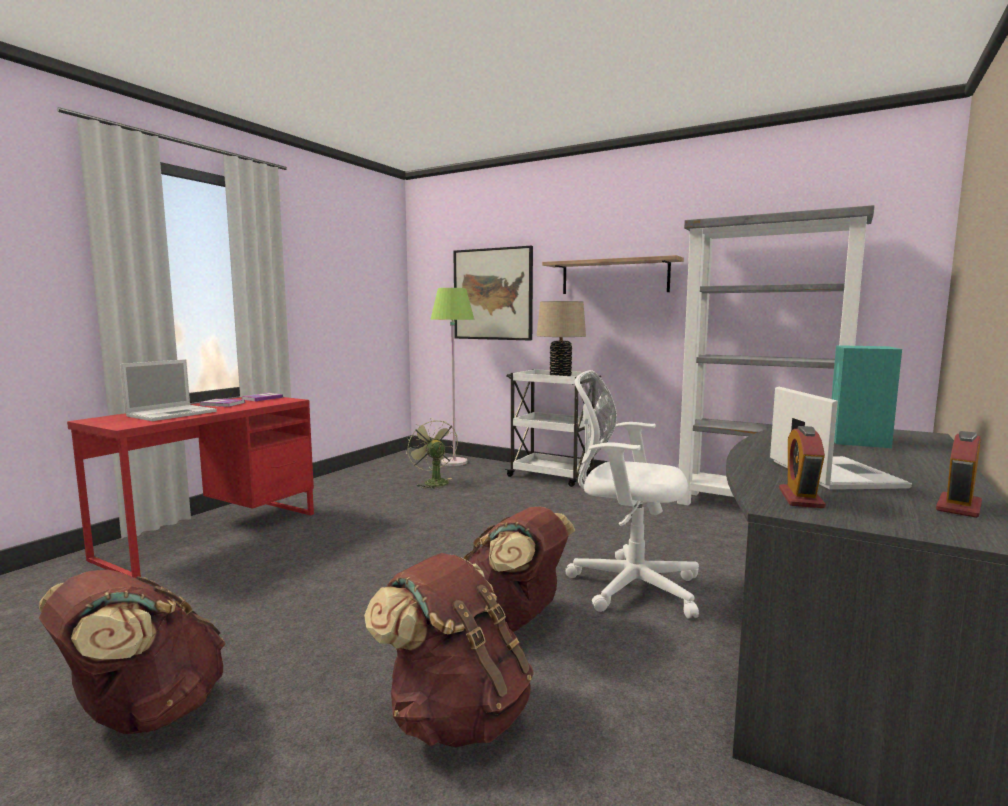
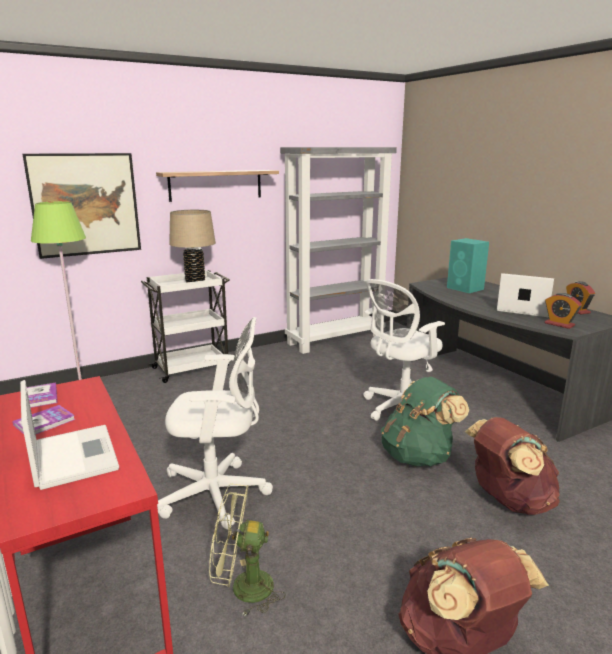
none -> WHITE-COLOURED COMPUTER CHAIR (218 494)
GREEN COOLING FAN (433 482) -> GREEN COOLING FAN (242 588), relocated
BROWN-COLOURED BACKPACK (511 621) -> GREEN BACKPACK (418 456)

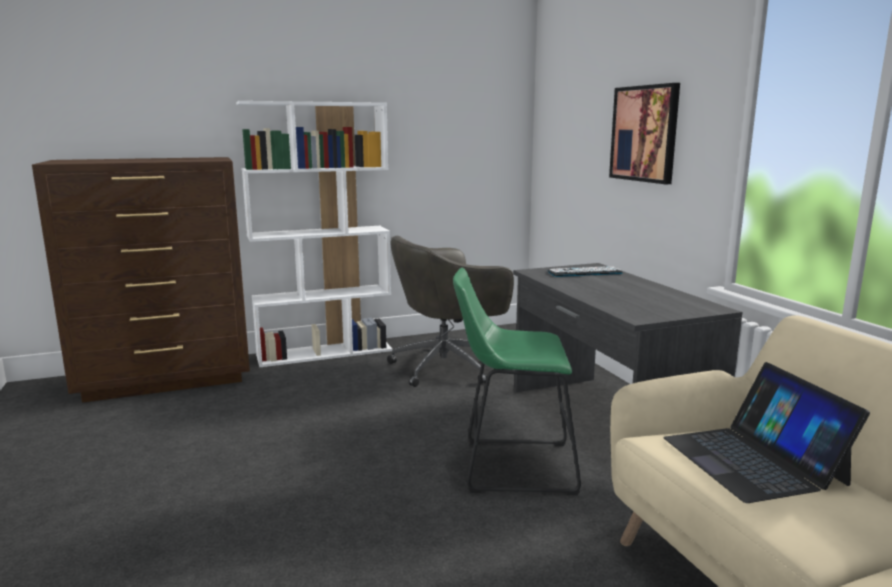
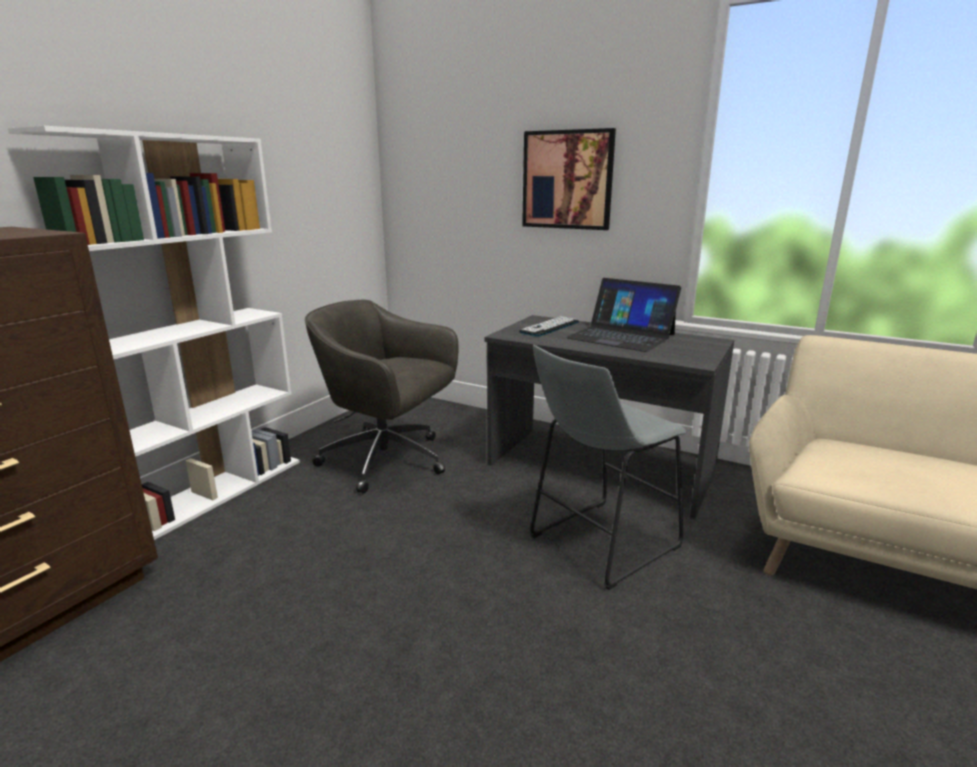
NOTEBOOK COMPUTER (753 460) -> NOTEBOOK COMPUTER (621 336), relocated
GREEN SITTING STOOL (511 466) -> GREY SITTING STOOL (598 544)
GREY COMPUTER CHAIR (447 366) -> GREY COMPUTER CHAIR (388 461), 90 degrees clockwise

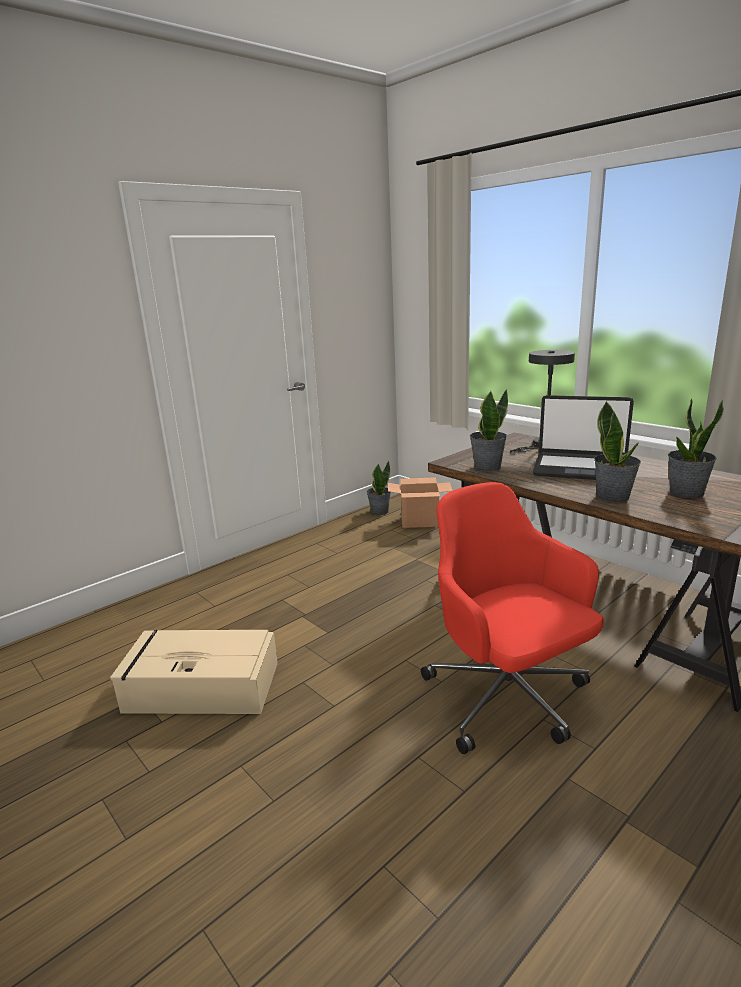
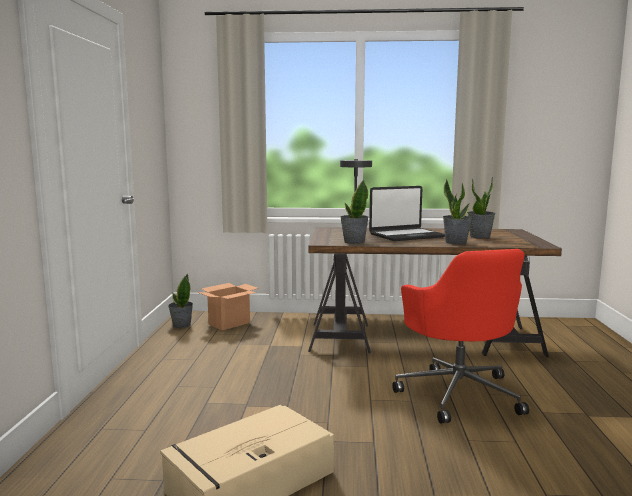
RED COMPUTER CHAIR (507 699) -> RED COMPUTER CHAIR (458 393), 120 degrees counterclockwise

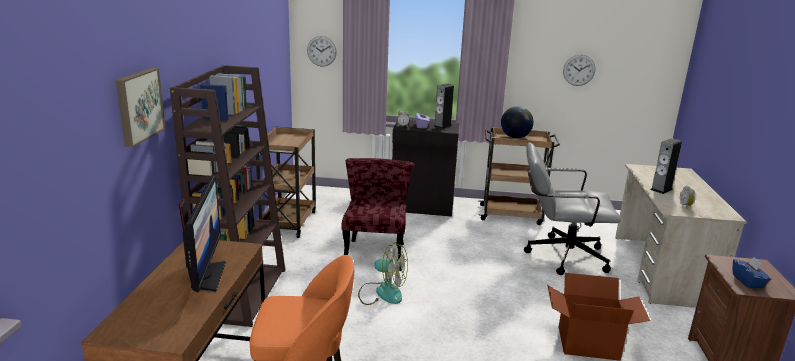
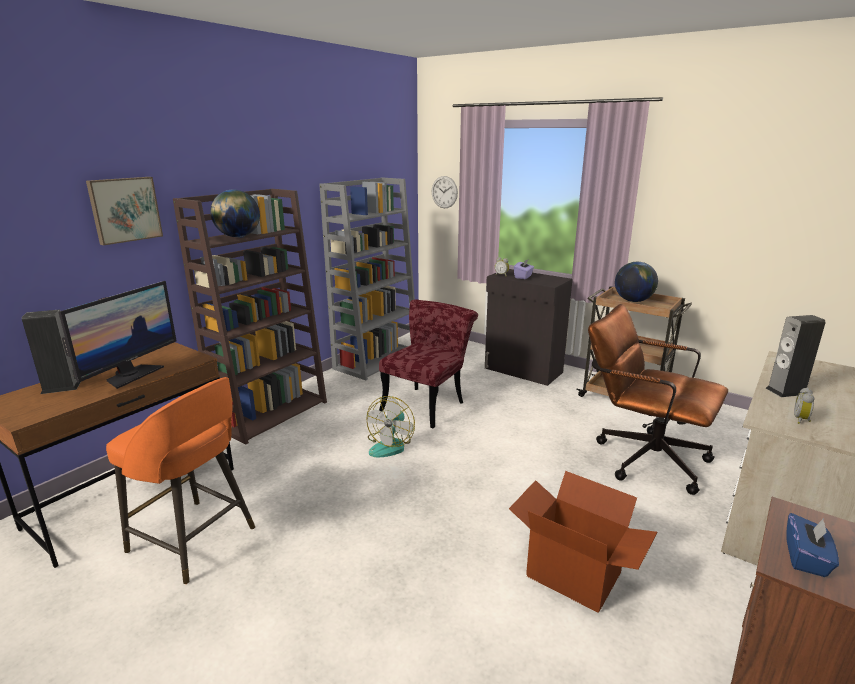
WALL CLOCK (579 70) -> none
none -> WORLD GLOBE (238 237)
SPEAKER (442 126) -> SPEAKER (61 387), relocated
BROWN-COLOURED WHEELED CART (288 222) -> GREY BOOKCASE (377 360)
GREY COMPUTER CHAIR (559 255) -> BROWN-COLOURED COMPUTER CHAIR (642 457)
COOLING FAN (382 293) -> COOLING FAN (390 445), 60 degrees clockwise

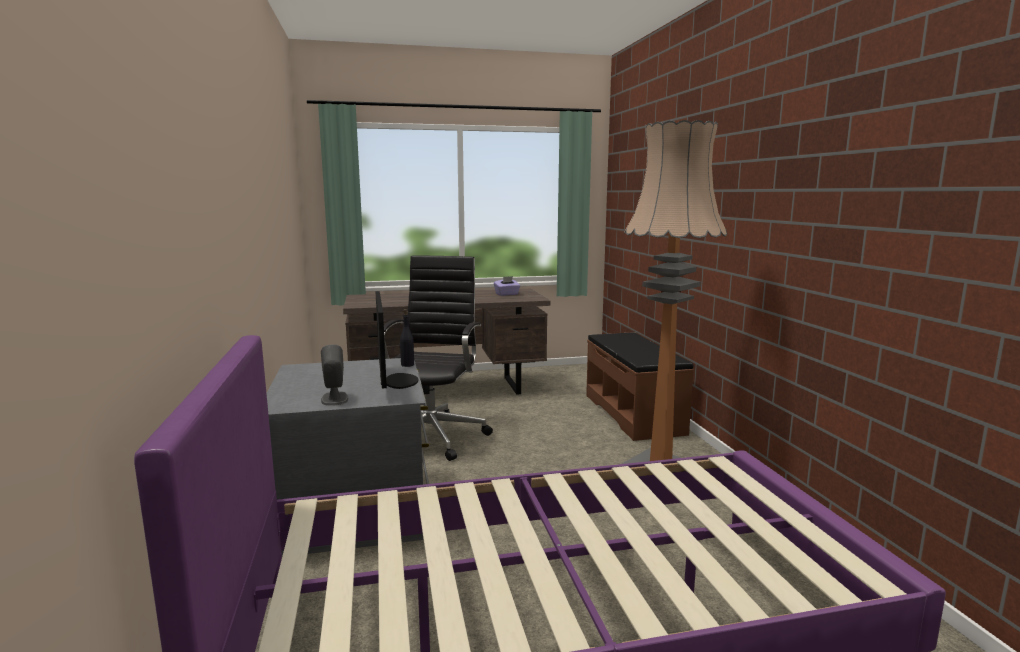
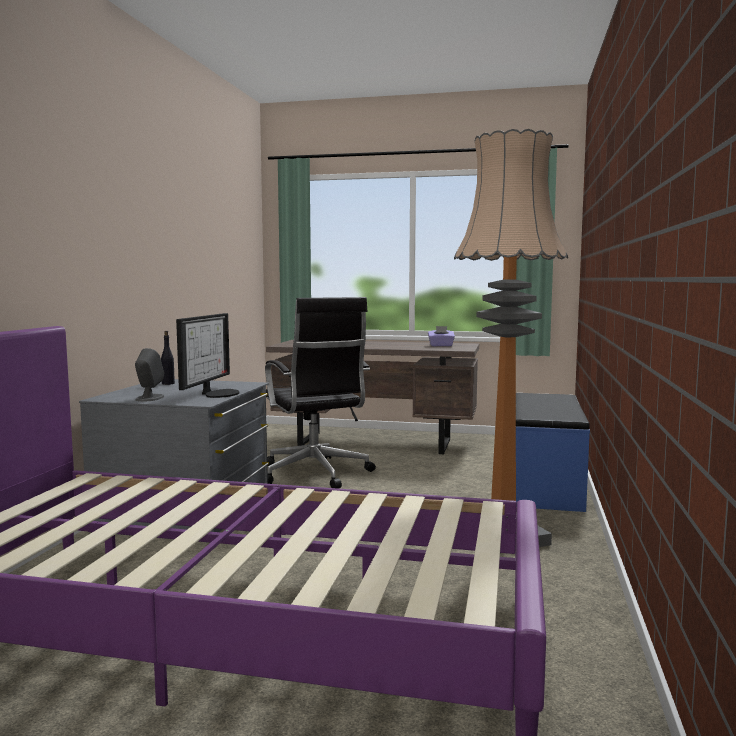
BLACKISH BEVERAGE BOTTLE (407 365) -> BLACKISH BEVERAGE BOTTLE (168 383), relocated
BROWN-COLOURED LONG SEAT (634 414) -> BLUE-COLOURED LONG SEAT (546 485)
BLACKISH COMPUTER CHAIR (433 435) -> BLACKISH COMPUTER CHAIR (315 474), 120 degrees clockwise

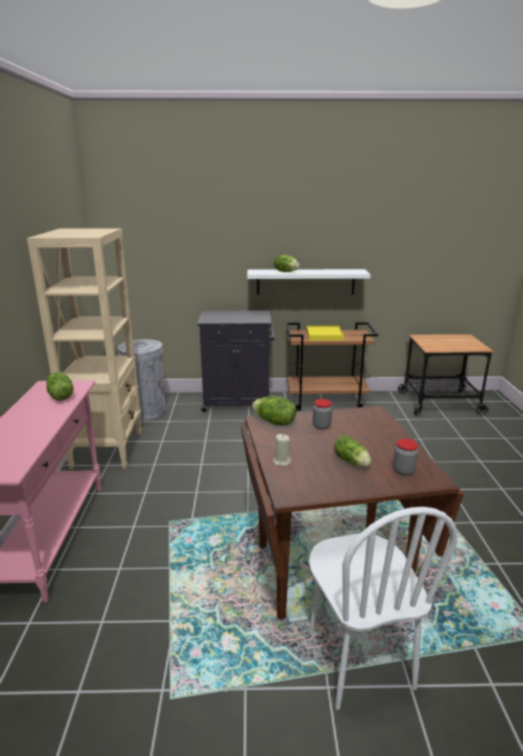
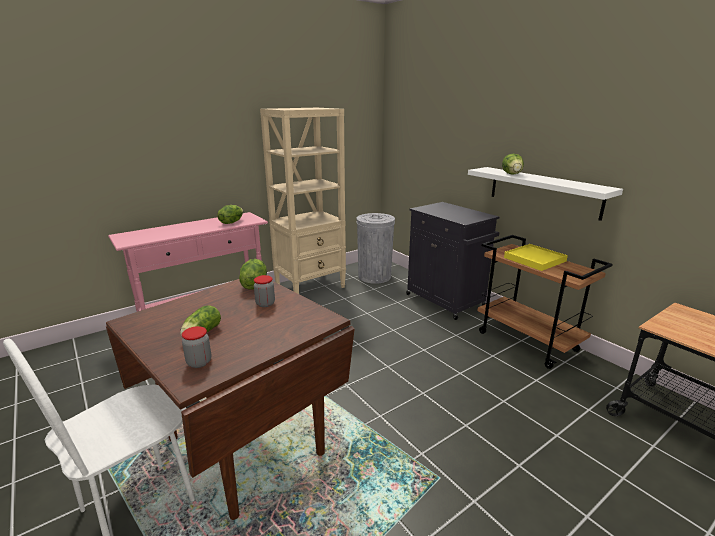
SAND-COLOURED WAX CANDLE (282 461) -> none

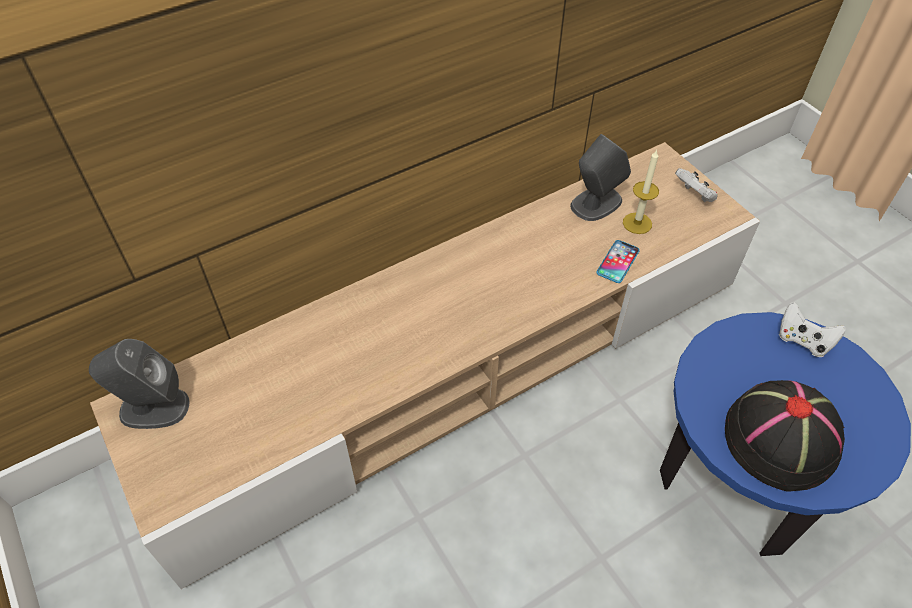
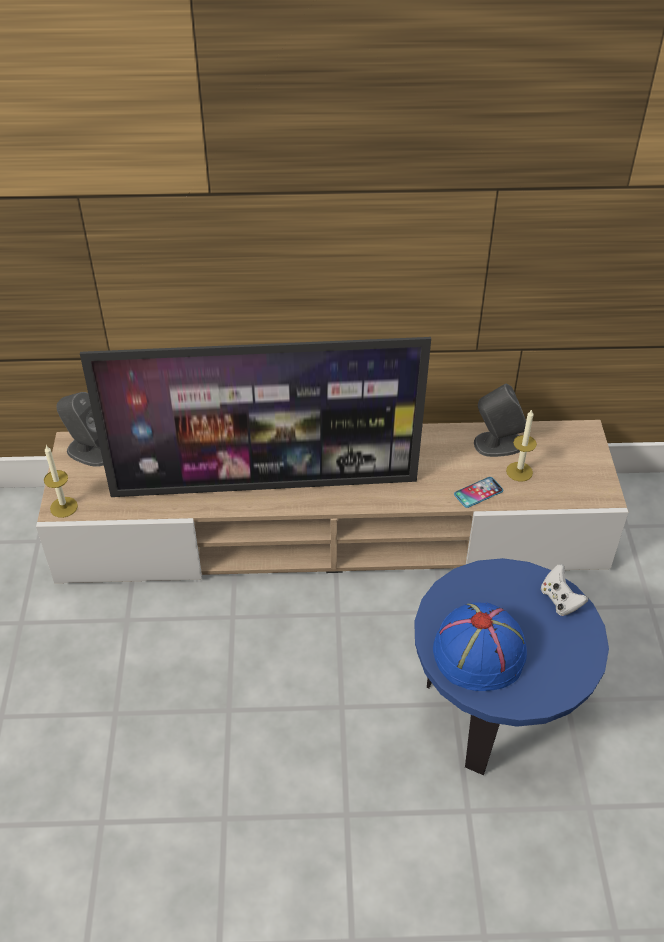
WHITE-COLOURED GAMEPAD (694 195) -> none
none -> WAX CANDLE (64 507)
none -> TELEVISION (265 485)
BLACKISH HAT (781 439) -> BLUE-COLOURED HAT (480 652)

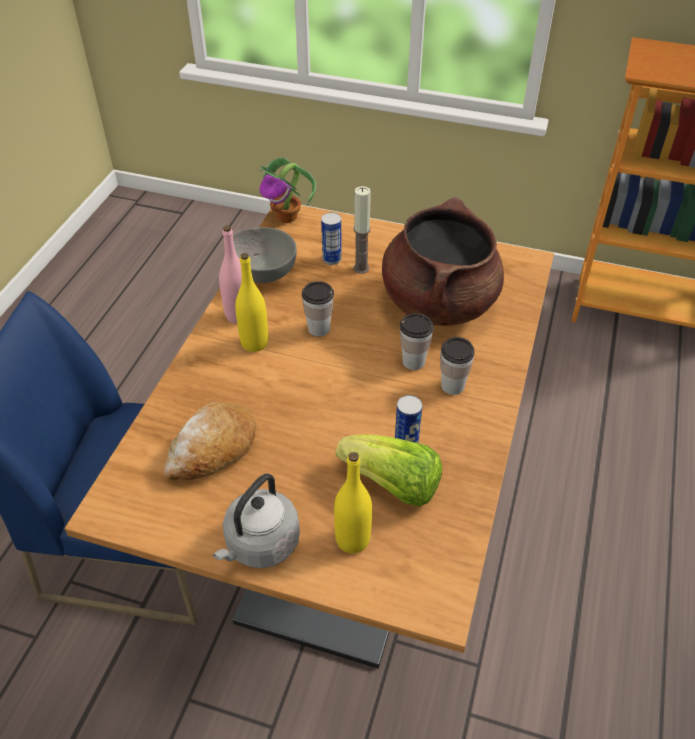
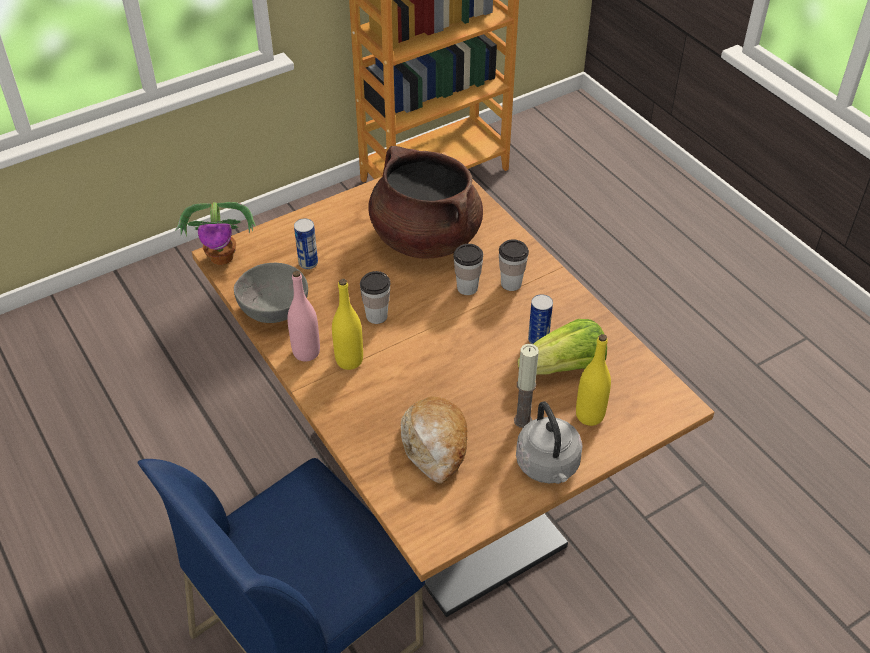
WAX CANDLE (361 268) -> WAX CANDLE (523 420), relocated

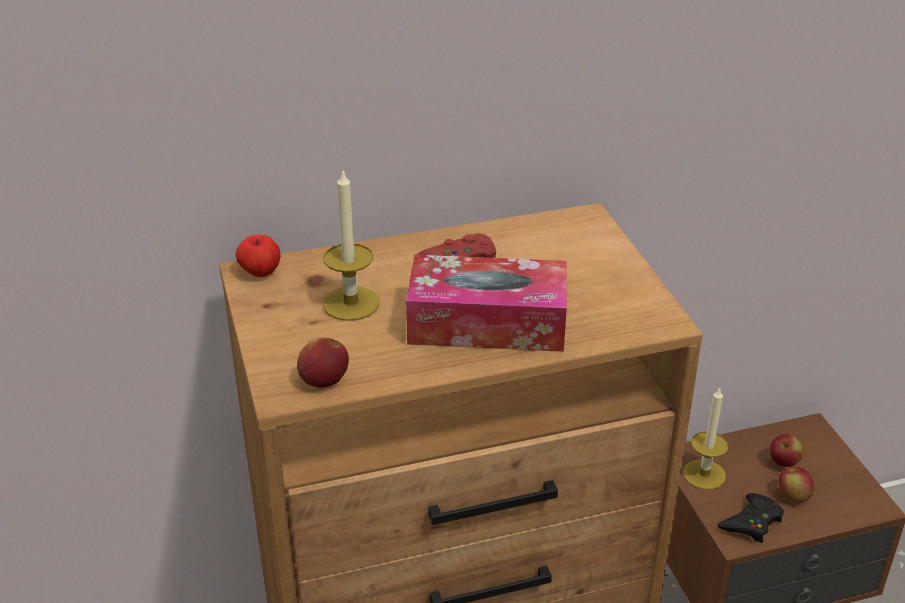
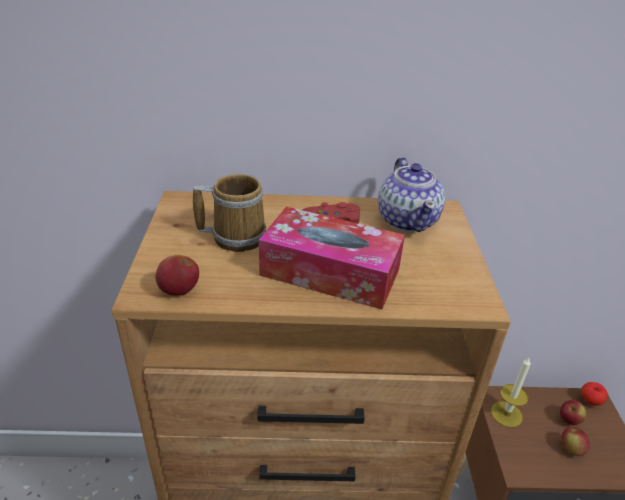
BLACKISH GAMEPAD (751 522) -> none
none -> TEAPOT (408 220)
WHOLE APPLE (260 272) -> WHOLE APPLE (590 401), relocated
WAX CANDLE (351 303) -> MUG (235 236)

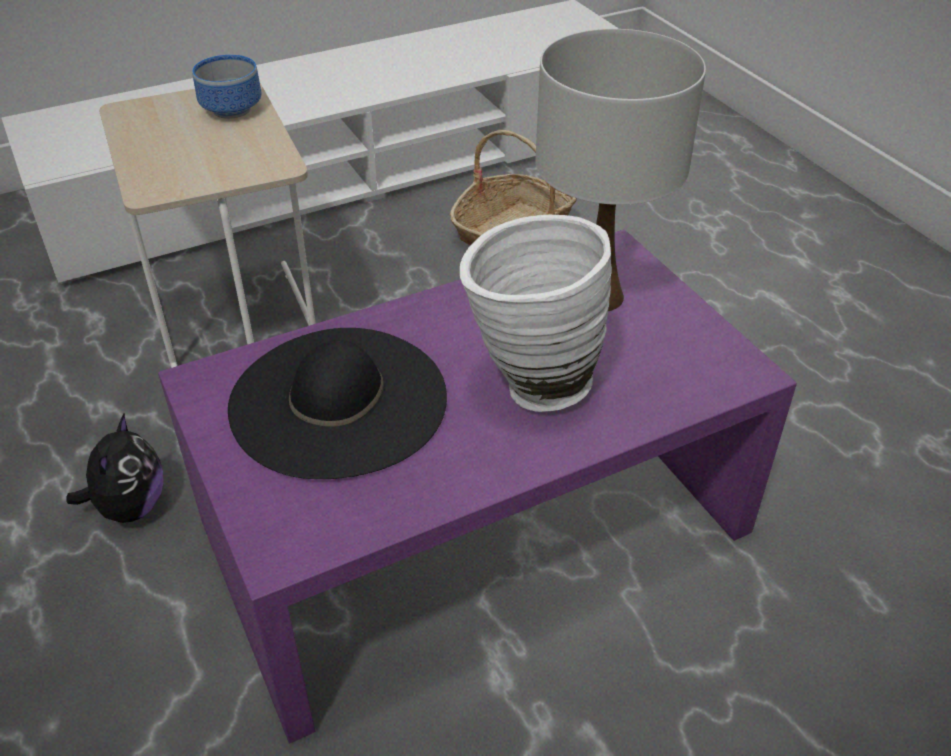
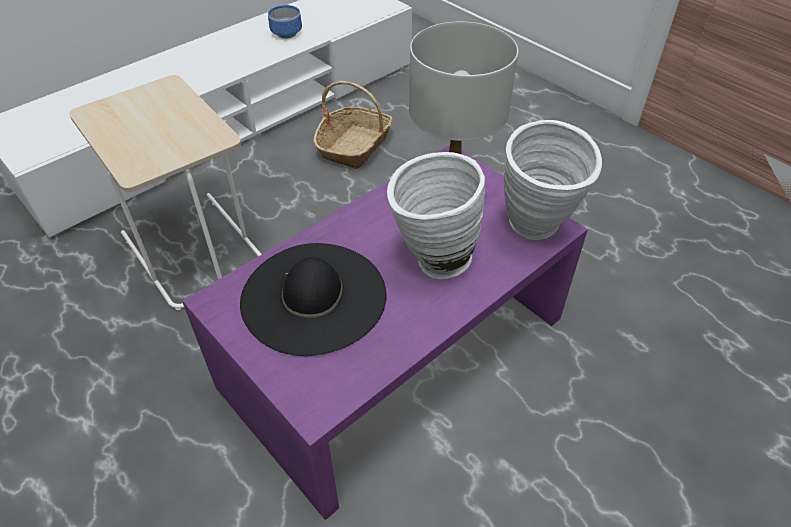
SOFT TOY (130 507) -> none
none -> WHITE-COLOURED VASE (537 231)
SERVING BOWL (229 110) -> SERVING BOWL (285 34), relocated

